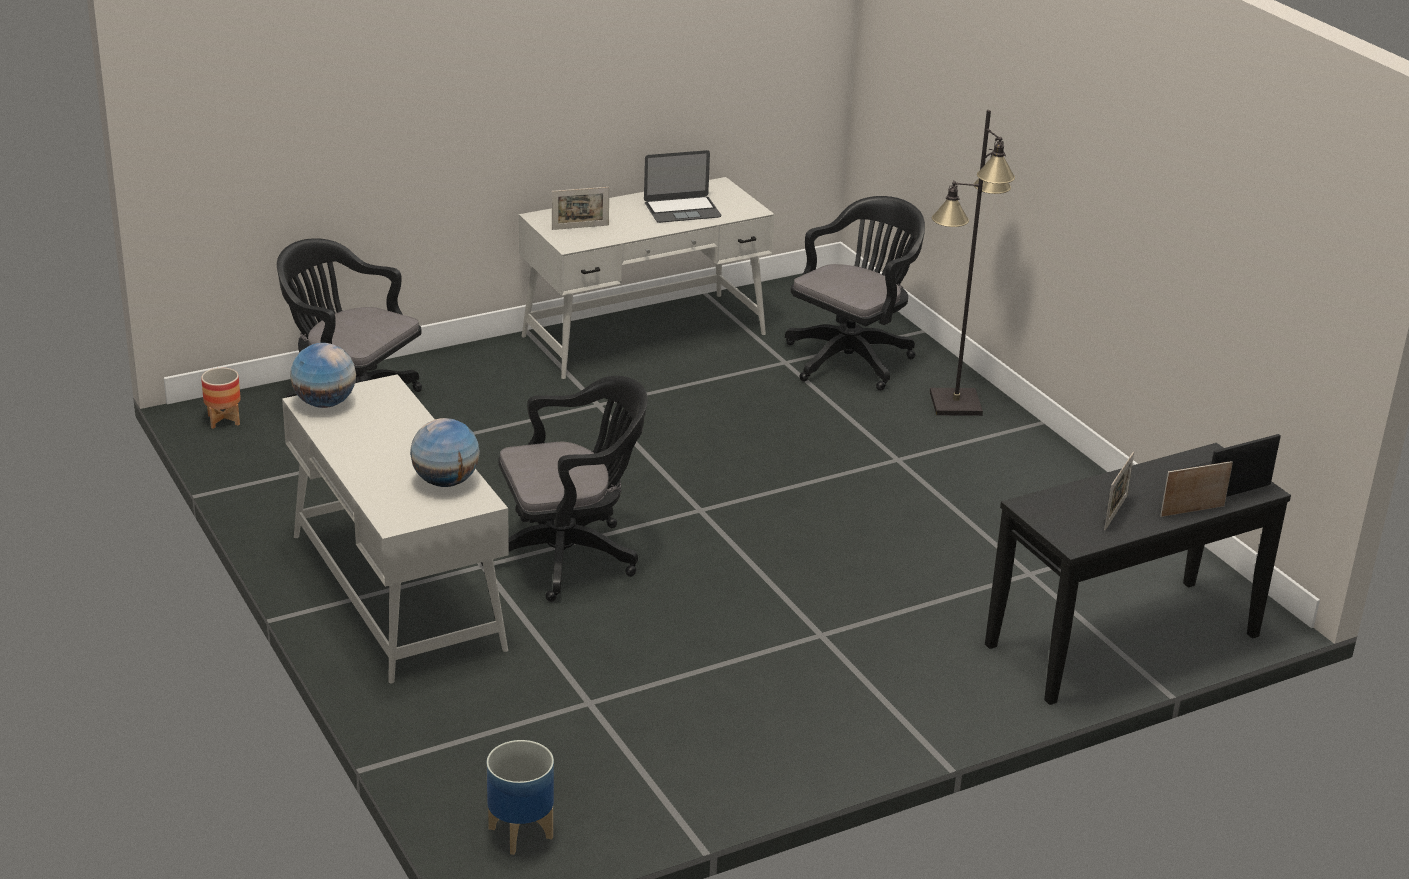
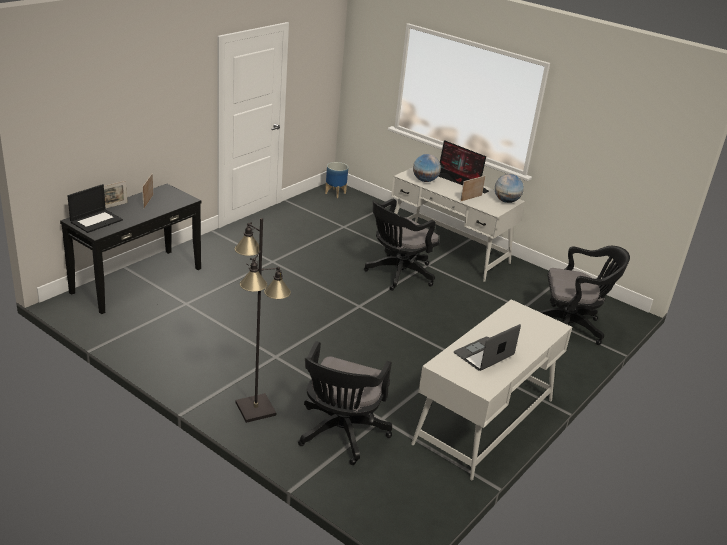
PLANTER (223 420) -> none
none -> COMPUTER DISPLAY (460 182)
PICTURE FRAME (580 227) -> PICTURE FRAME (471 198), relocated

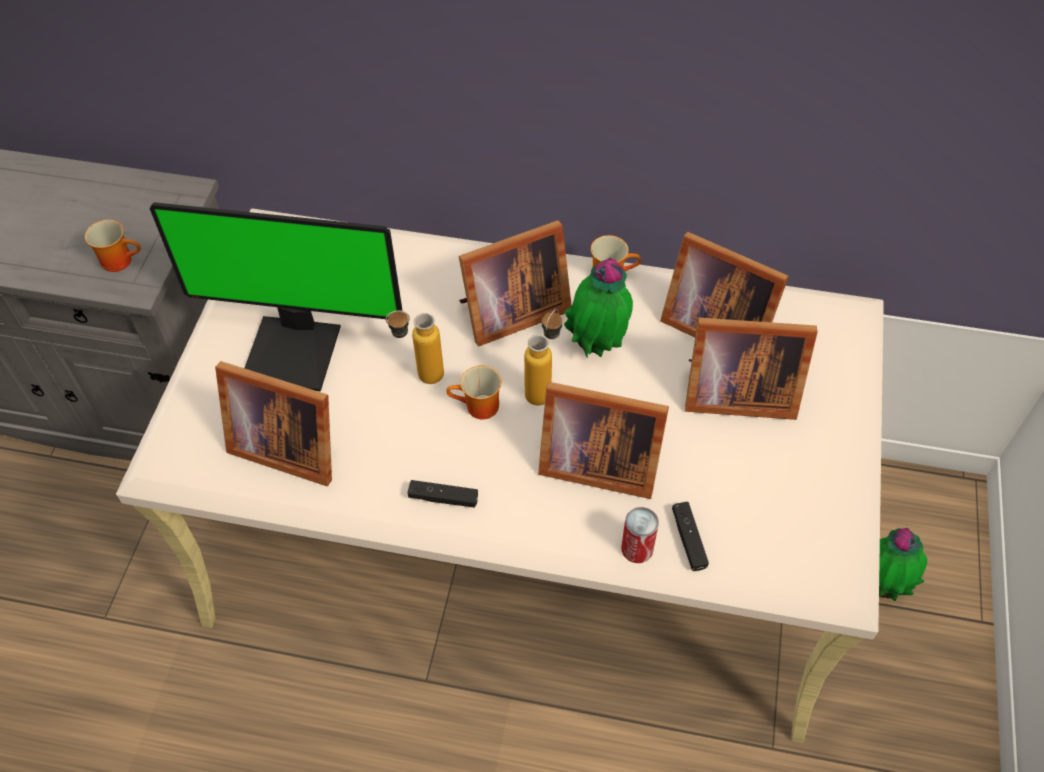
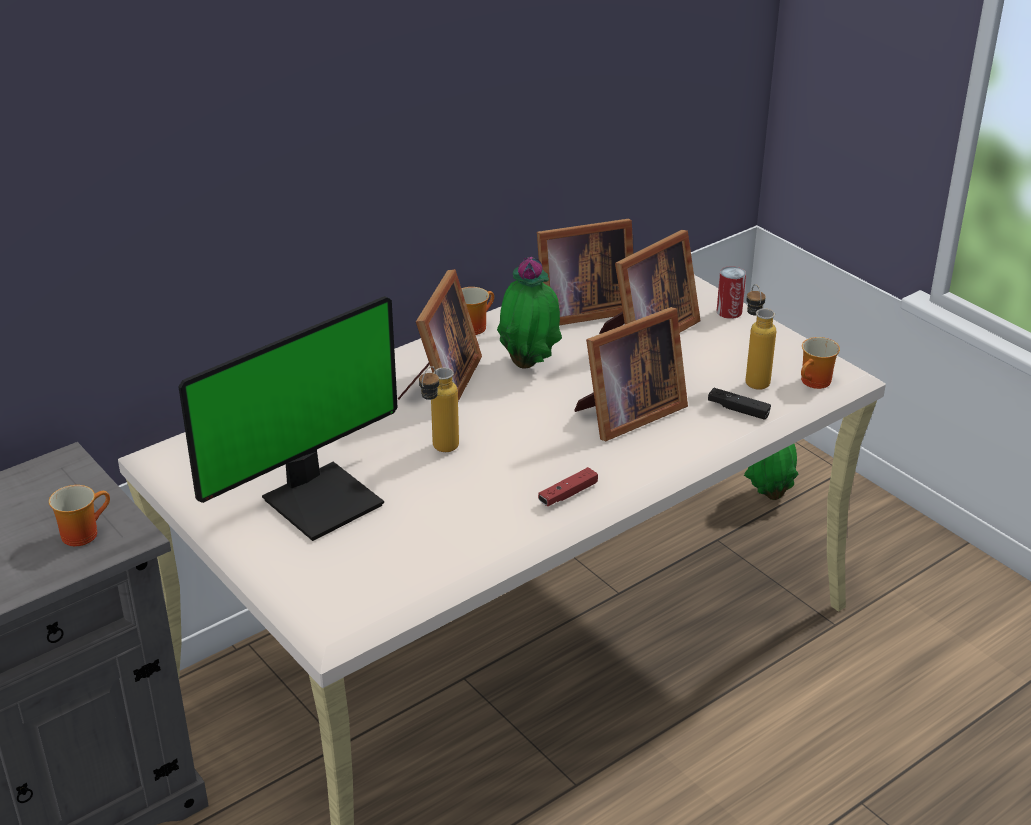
PICTURE FRAME (285 446) -> none
MUG (478 408) -> MUG (816 383), relocated
BEVERAGE BOTTLE (543 388) -> BEVERAGE BOTTLE (753 378), relocated
CAN (637 548) -> CAN (729 312), relocated
BLACKISH GAMEPAD (443 498) -> RED GAMEPAD (568 494)

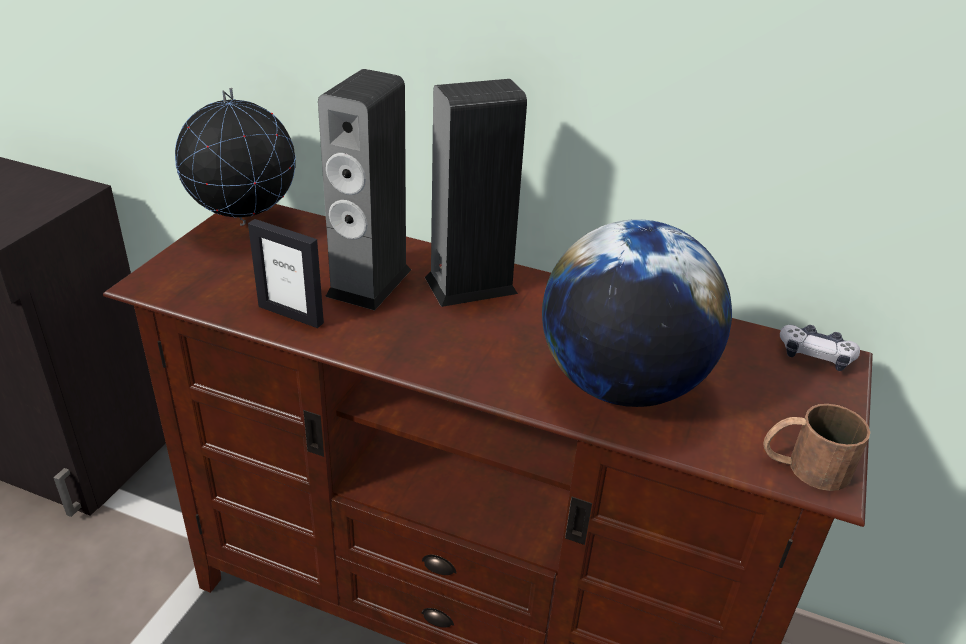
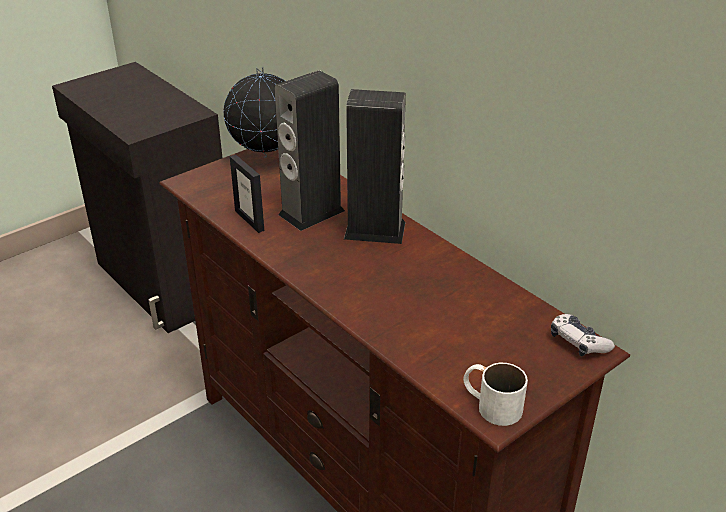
WORLD GLOBE (622 385) -> none
BROWN-COLOURED MUG (804 466) -> WHITE-COLOURED MUG (490 404)

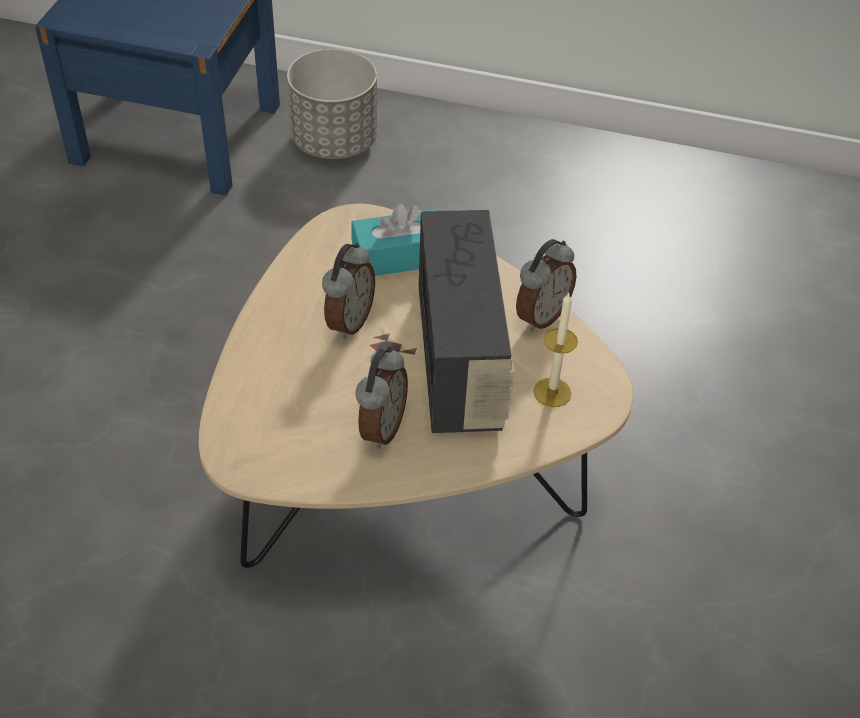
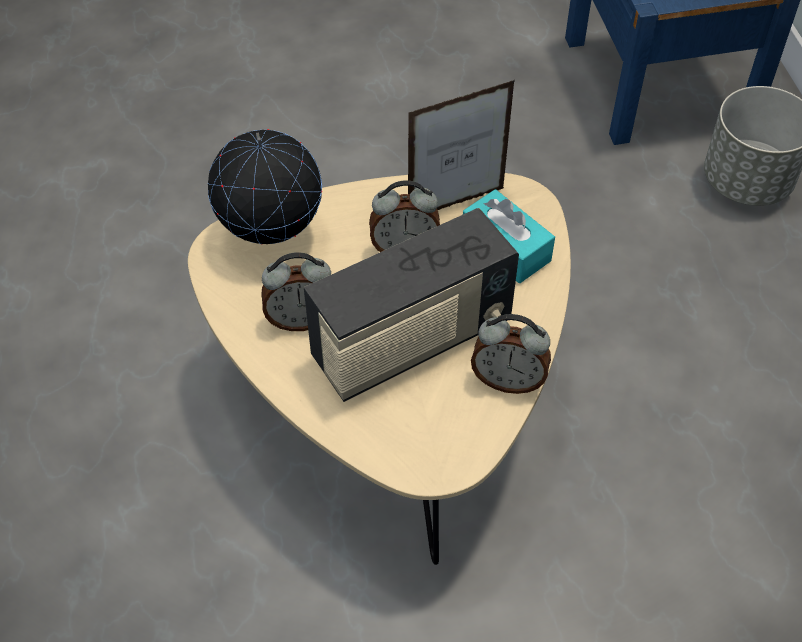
WAX CANDLE (552 392) -> none
none -> WORLD GLOBE (271 236)
none -> PICTURE FRAME (456 204)

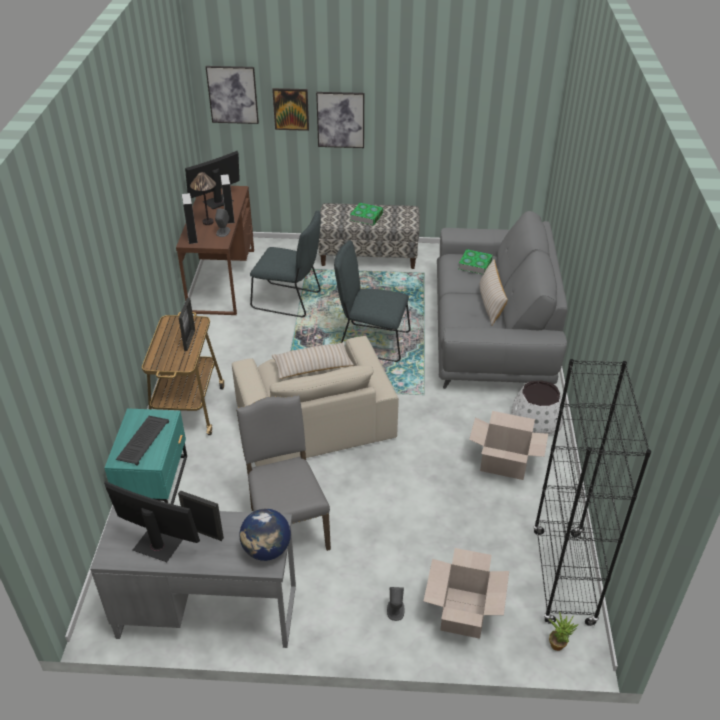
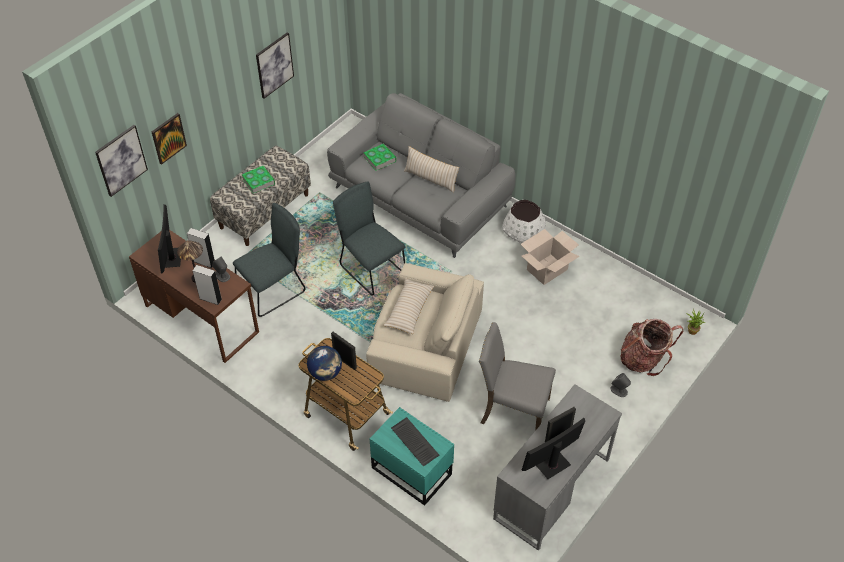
BLACKISH BOOKCASE (563 577) -> none
WORLD GLOBE (267 550) -> WORLD GLOBE (325 373), relocated
PICTURE (340 119) -> PICTURE (274 65), relocated
CARTON (464 613) -> BACKPACK (643 359)
GREY UPRIGHT CHAIR (371 342) -> GREY UPRIGHT CHAIR (370 268), 90 degrees clockwise

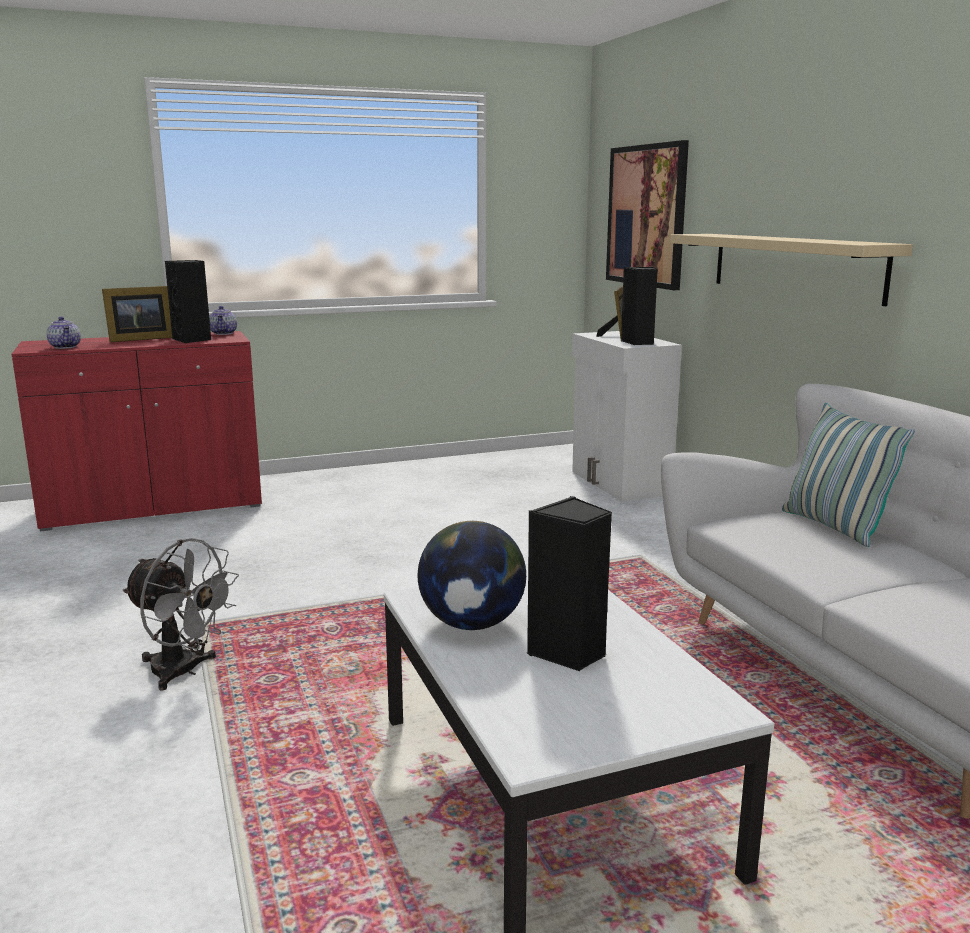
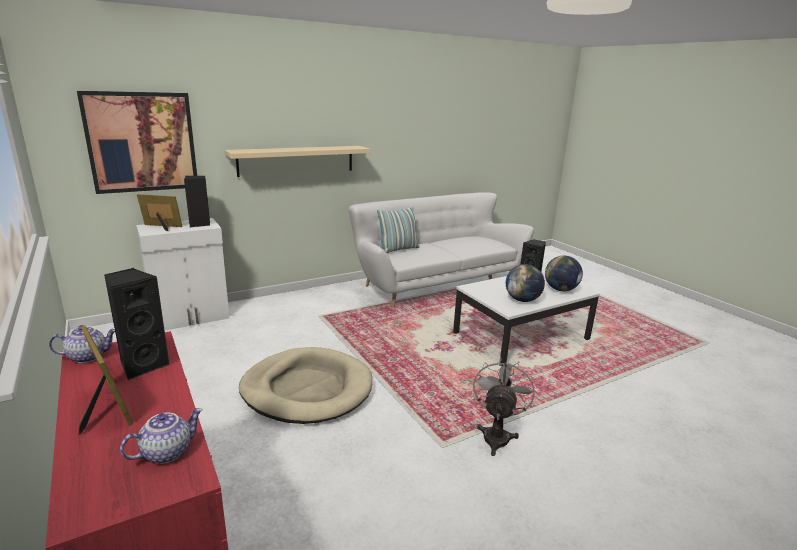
none -> SAND-COLOURED PET BED (307 389)
none -> WORLD GLOBE (560 290)

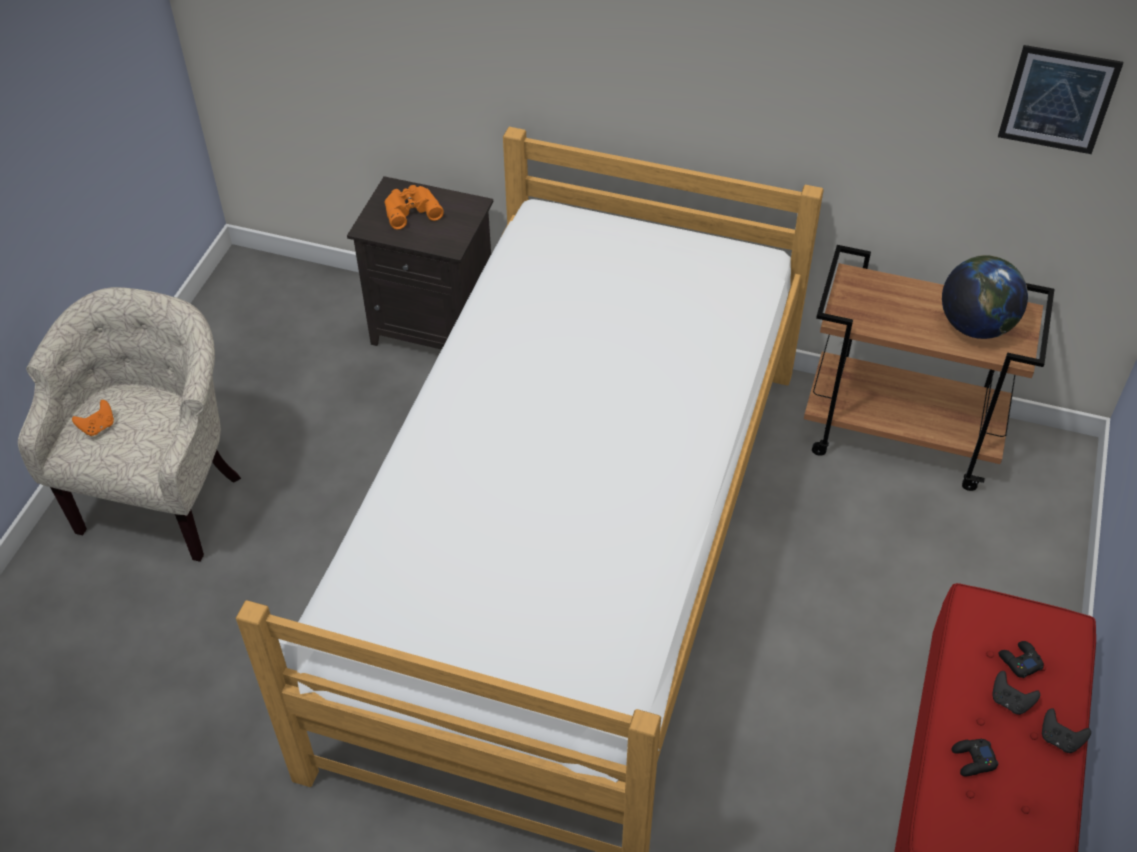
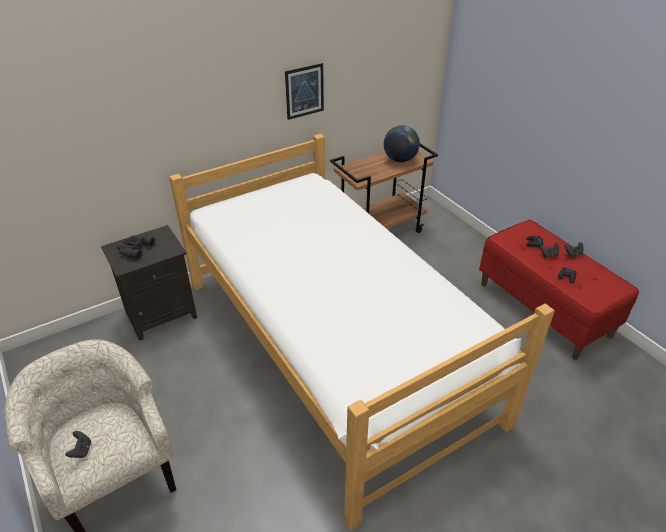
PICTURE (1058 99) -> PICTURE (304 91), relocated
ORANGEY GAMEPAD (98 427) -> BLACKISH GAMEPAD (81 450)
ORANGEY PAIR OF BINOCULARS (411 209) -> BLACKISH PAIR OF BINOCULARS (134 249)

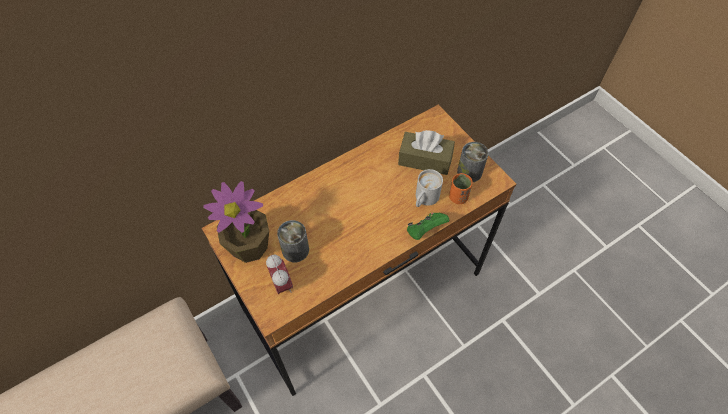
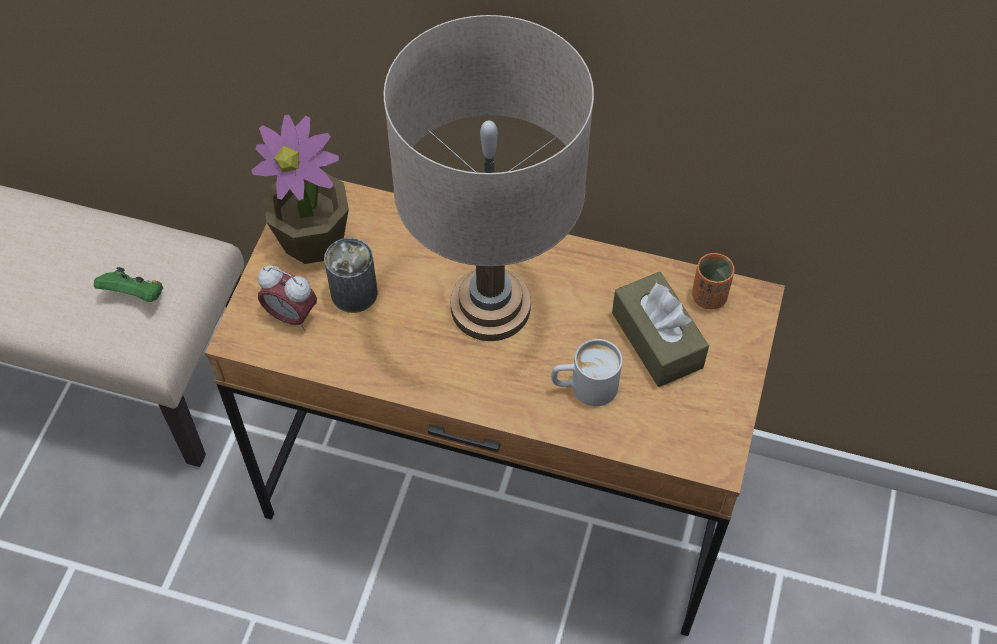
CAN (469 172) -> none
none -> SAND-COLOURED TABLETOP LAMP (490 307)
GREEN GAMEPAD (425 231) -> GREEN GAMEPAD (135 296), relocated
ORANGEY DRINKING CUP (458 197) -> ORANGEY DRINKING CUP (709 296), relocated
ALARM CLOCK (282 284) -> ALARM CLOCK (291 316), 90 degrees clockwise

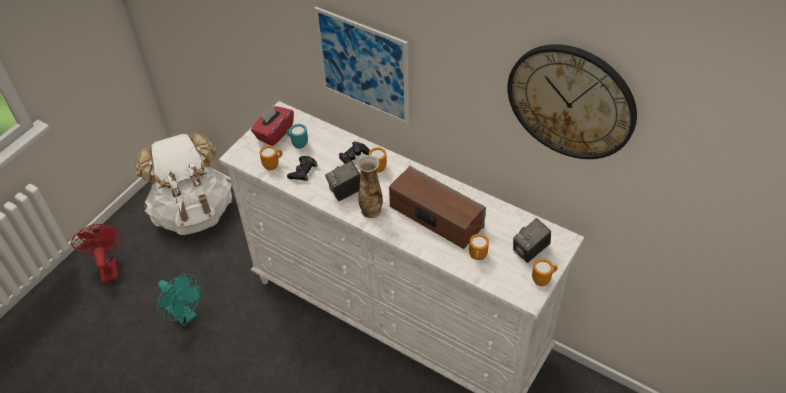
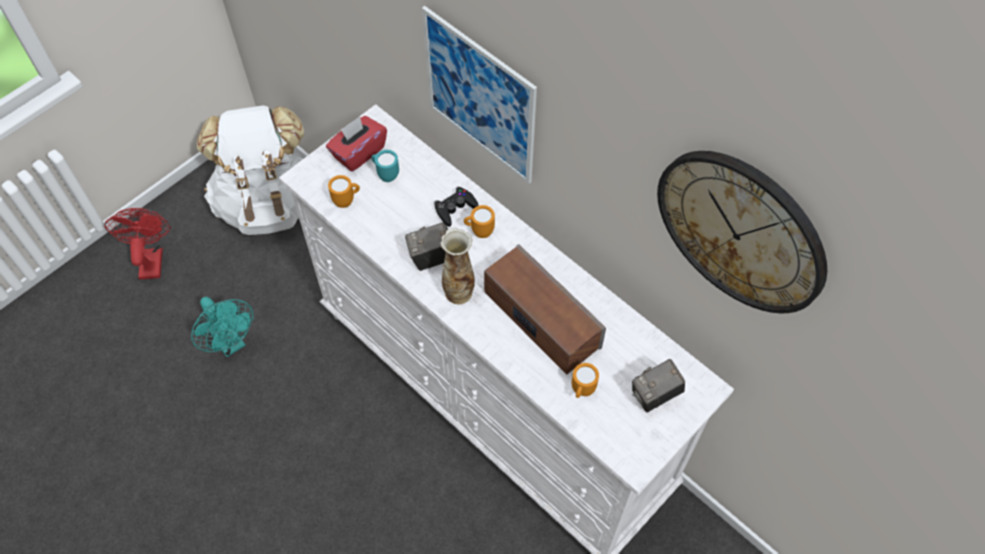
BLACKISH GAMEPAD (303 171) -> none
ORANGEY MUG (543 280) -> none

